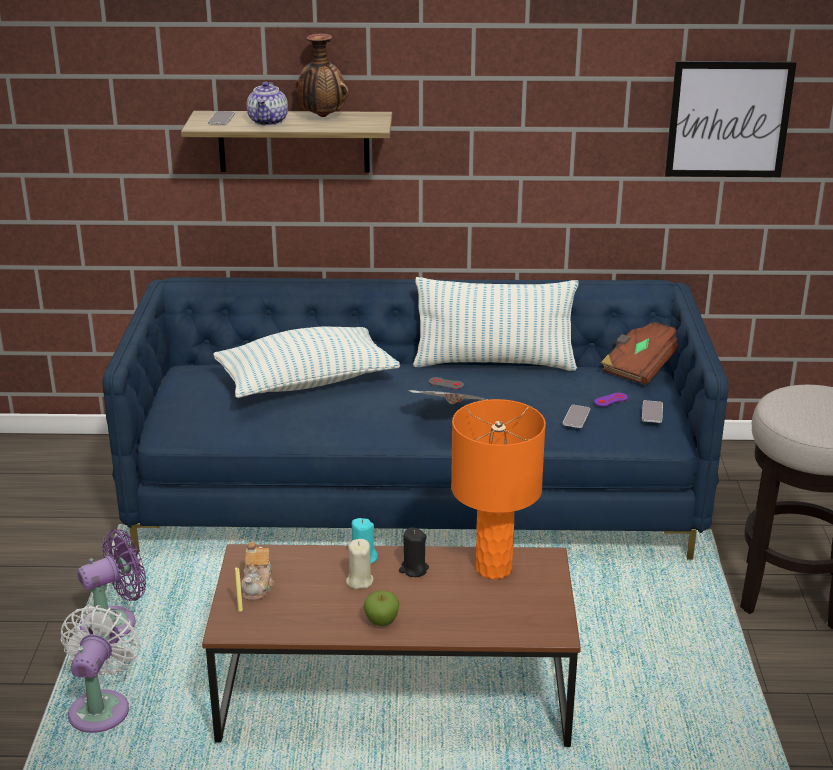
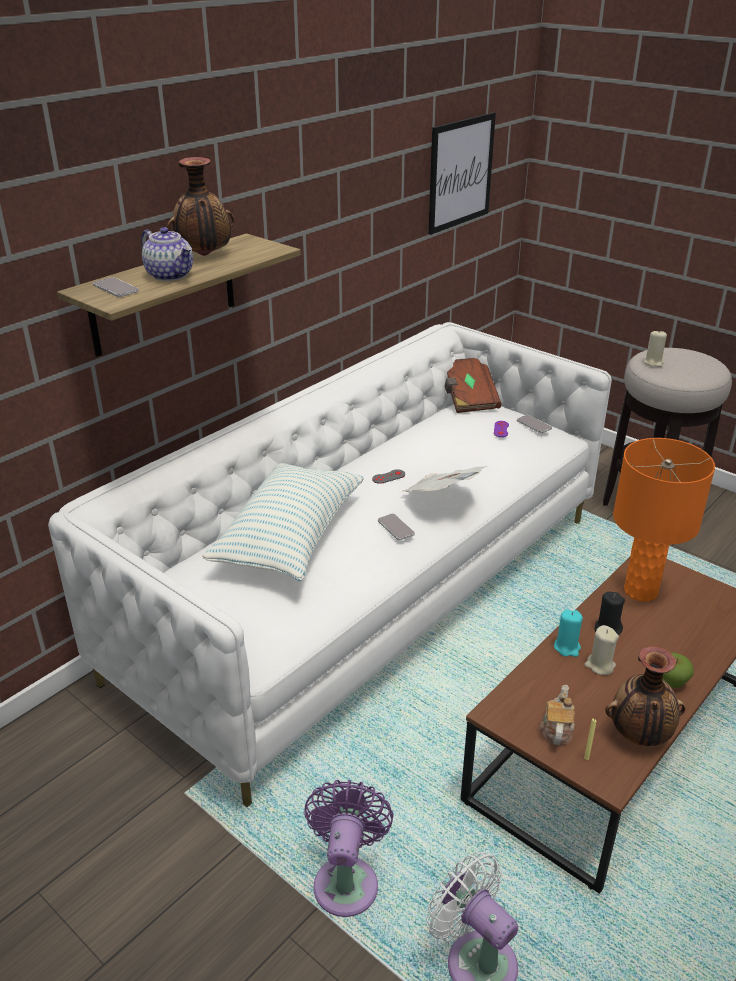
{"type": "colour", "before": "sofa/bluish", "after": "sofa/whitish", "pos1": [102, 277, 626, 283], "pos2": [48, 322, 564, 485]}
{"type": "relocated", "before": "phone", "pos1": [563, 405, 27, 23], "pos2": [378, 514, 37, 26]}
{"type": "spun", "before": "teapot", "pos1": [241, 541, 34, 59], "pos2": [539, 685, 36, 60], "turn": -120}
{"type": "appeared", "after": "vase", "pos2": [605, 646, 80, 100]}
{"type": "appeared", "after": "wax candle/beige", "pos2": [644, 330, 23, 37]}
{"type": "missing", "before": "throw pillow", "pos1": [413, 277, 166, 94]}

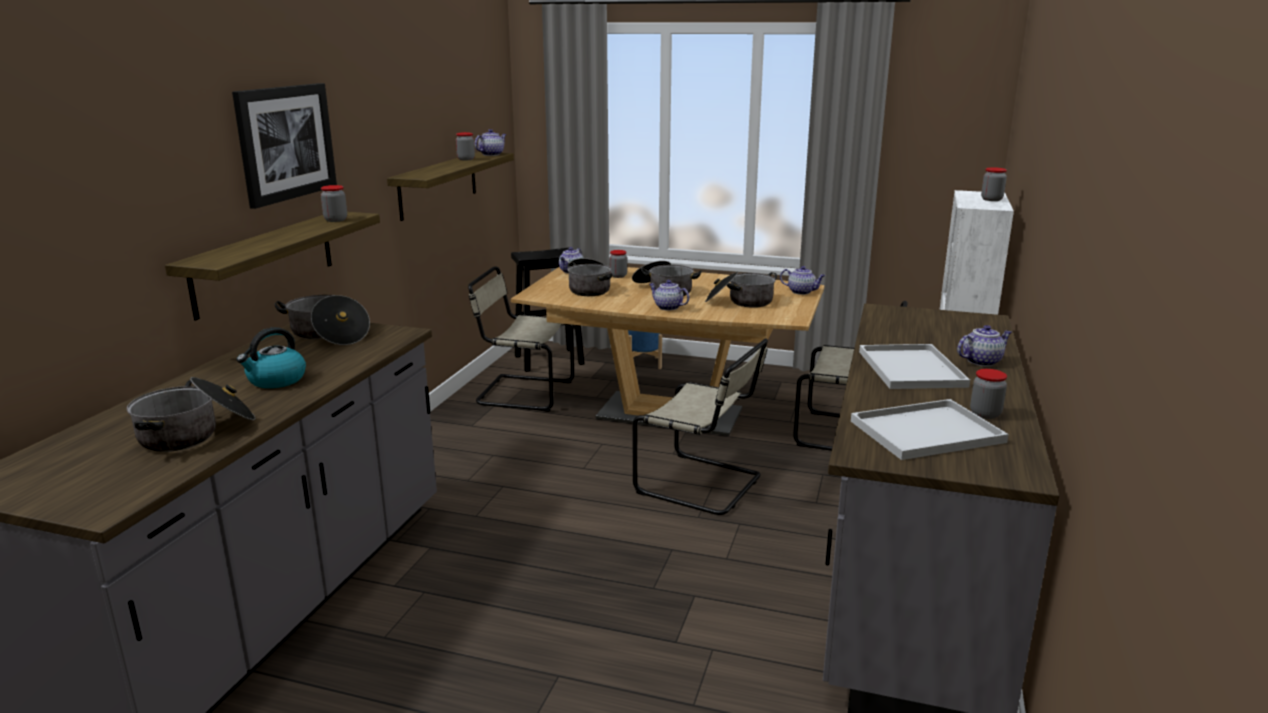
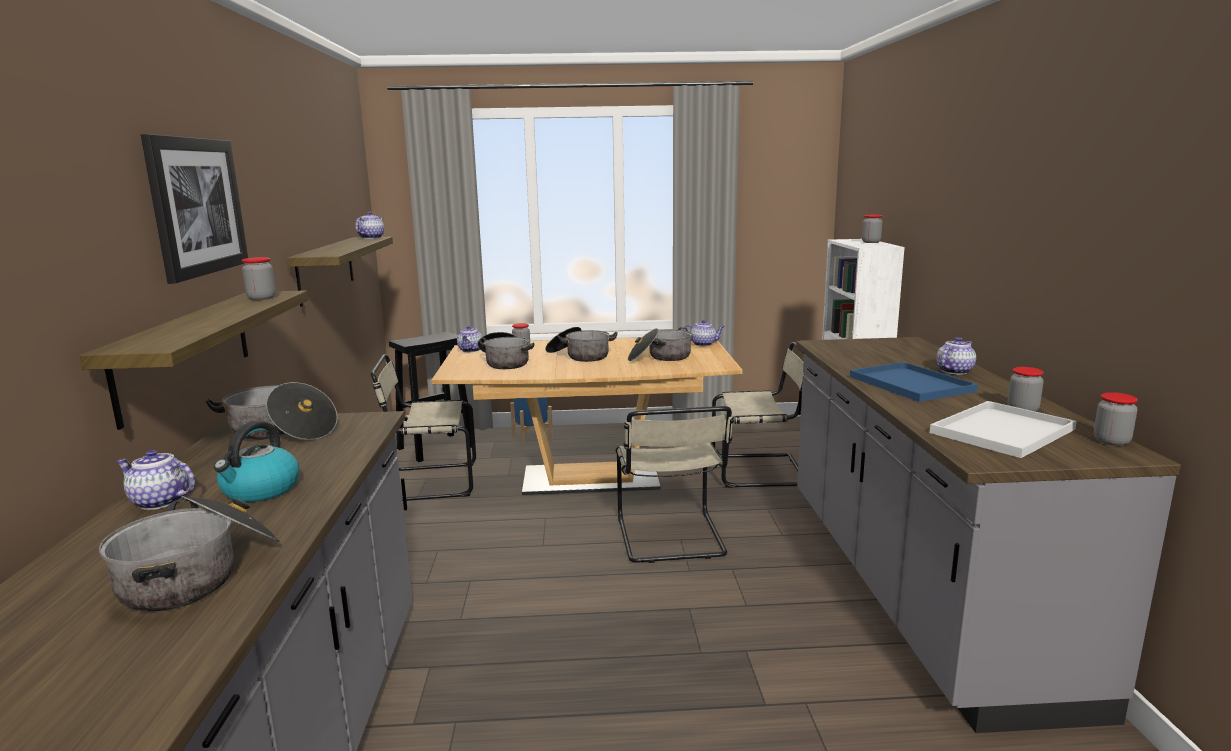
{"type": "relocated", "before": "teapot", "pos1": [649, 280, 40, 31], "pos2": [116, 450, 79, 60]}
{"type": "spun", "before": "plain chair/beige", "pos1": [633, 338, 135, 177], "pos2": [615, 406, 119, 157], "turn": 75}
{"type": "colour", "before": "carrying tray/whitish", "after": "carrying tray/bluish", "pos1": [859, 344, 111, 45], "pos2": [850, 362, 128, 40]}
{"type": "relocated", "before": "storage jar", "pos1": [456, 132, 19, 28], "pos2": [1094, 392, 44, 54]}

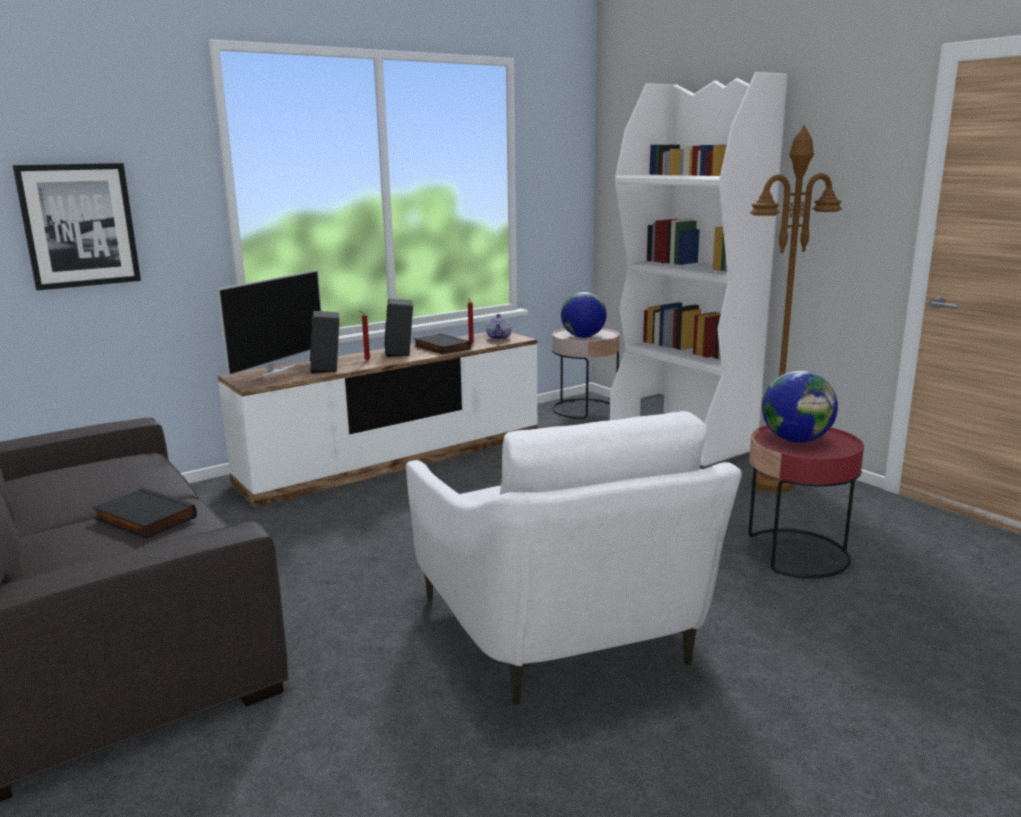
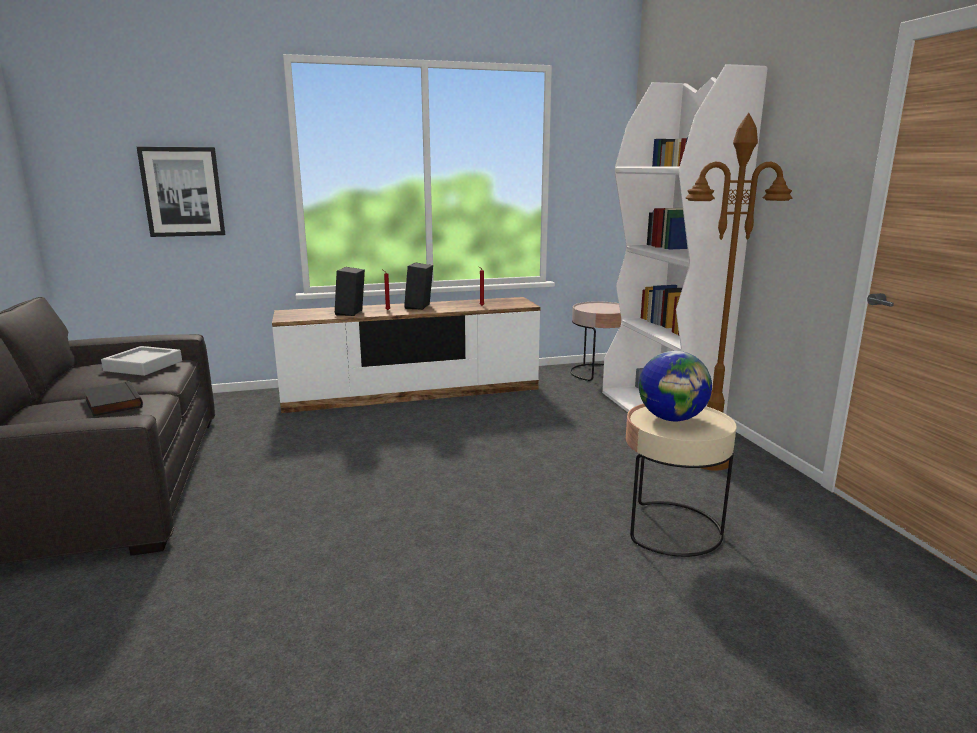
{"type": "appeared", "after": "carrying tray/gray", "pos2": [101, 346, 81, 30]}
{"type": "colour", "before": "accent table/reddish", "after": "accent table/beige", "pos1": [749, 425, 115, 153], "pos2": [626, 404, 111, 153]}
{"type": "missing", "before": "TV", "pos1": [217, 270, 105, 110]}
{"type": "missing", "before": "lounge chair/whitish", "pos1": [406, 411, 336, 294]}
{"type": "missing", "before": "bound book/black", "pos1": [413, 333, 58, 22]}
{"type": "missing", "before": "teapot", "pos1": [486, 314, 25, 26]}
{"type": "missing", "before": "world globe", "pos1": [561, 292, 46, 46]}

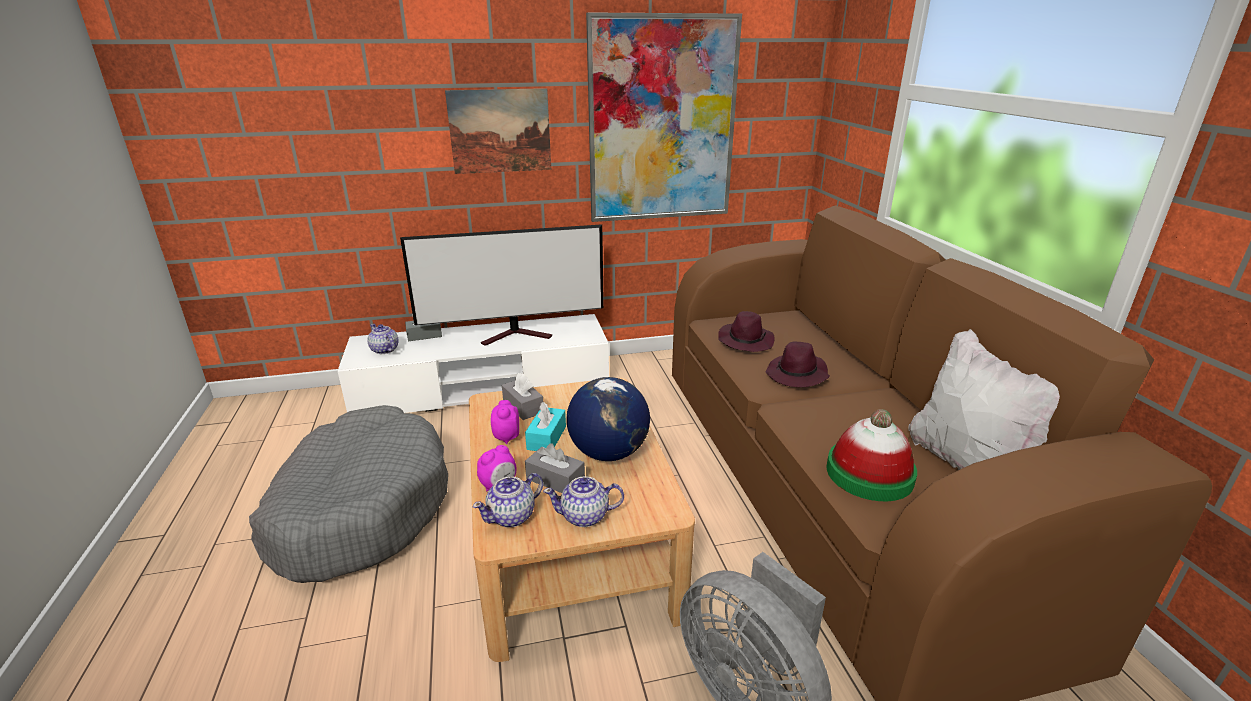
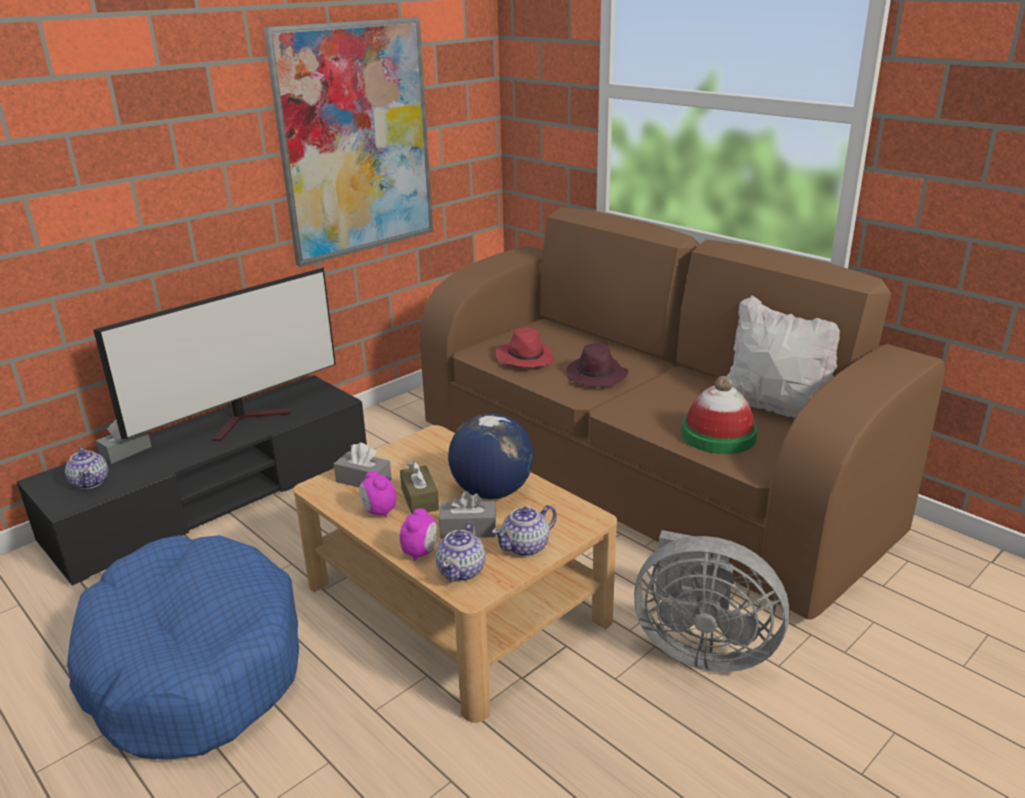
{"type": "colour", "before": "tv stand/whitish", "after": "tv stand/black", "pos1": [338, 314, 271, 99], "pos2": [17, 375, 350, 211]}
{"type": "spun", "before": "teapot", "pos1": [367, 324, 31, 30], "pos2": [65, 446, 43, 43], "turn": -135}
{"type": "colour", "before": "dog bed/gray", "after": "dog bed/bluish", "pos1": [249, 405, 199, 178], "pos2": [67, 535, 232, 225]}
{"type": "colour", "before": "tissue box/turquoise-coloured", "after": "tissue box/brownish", "pos1": [525, 402, 41, 49], "pos2": [400, 461, 39, 53]}
{"type": "colour", "before": "wearable hat/purplish", "after": "wearable hat/reddish", "pos1": [718, 311, 57, 41], "pos2": [496, 327, 58, 40]}
{"type": "missing", "before": "wall picture", "pos1": [445, 88, 106, 86]}

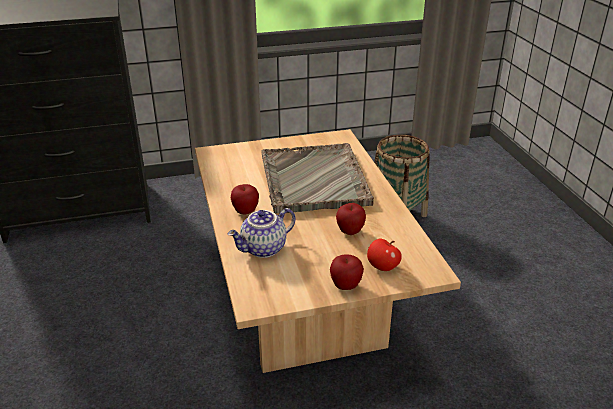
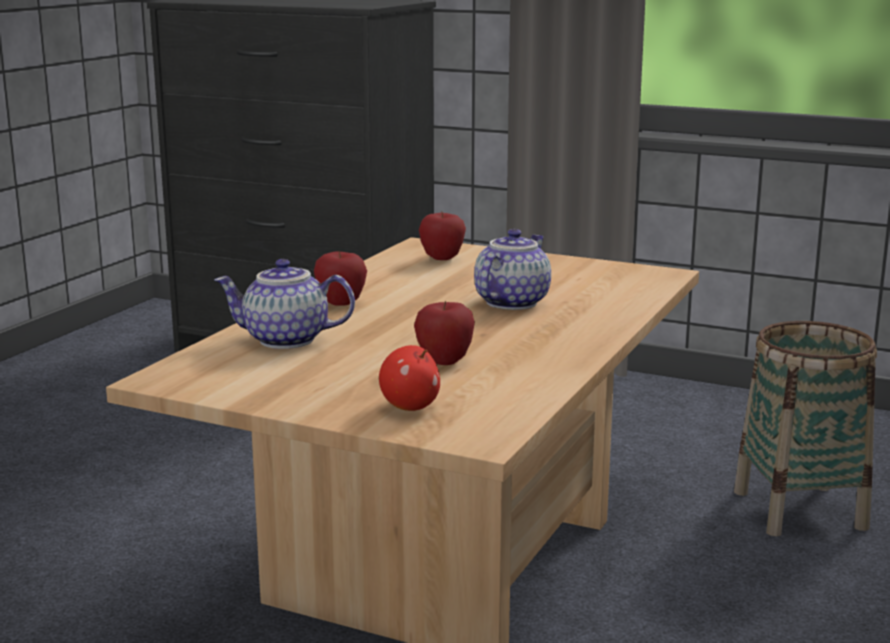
{"type": "relocated", "before": "apple fruit", "pos1": [330, 255, 34, 35], "pos2": [419, 213, 47, 47]}
{"type": "exchanged", "before": "carrying tray/gray", "after": "teapot", "pos1": [261, 143, 113, 70], "pos2": [474, 229, 77, 81]}

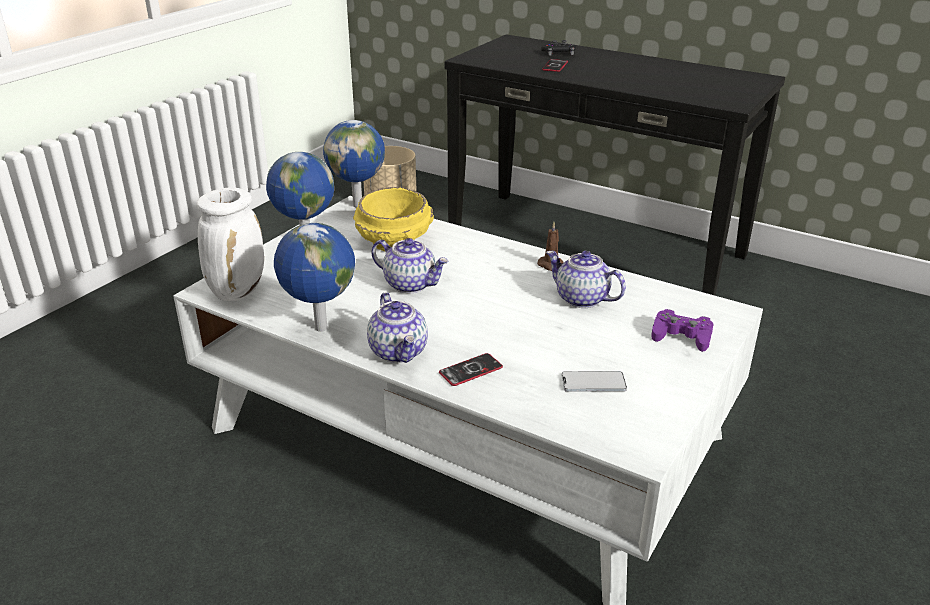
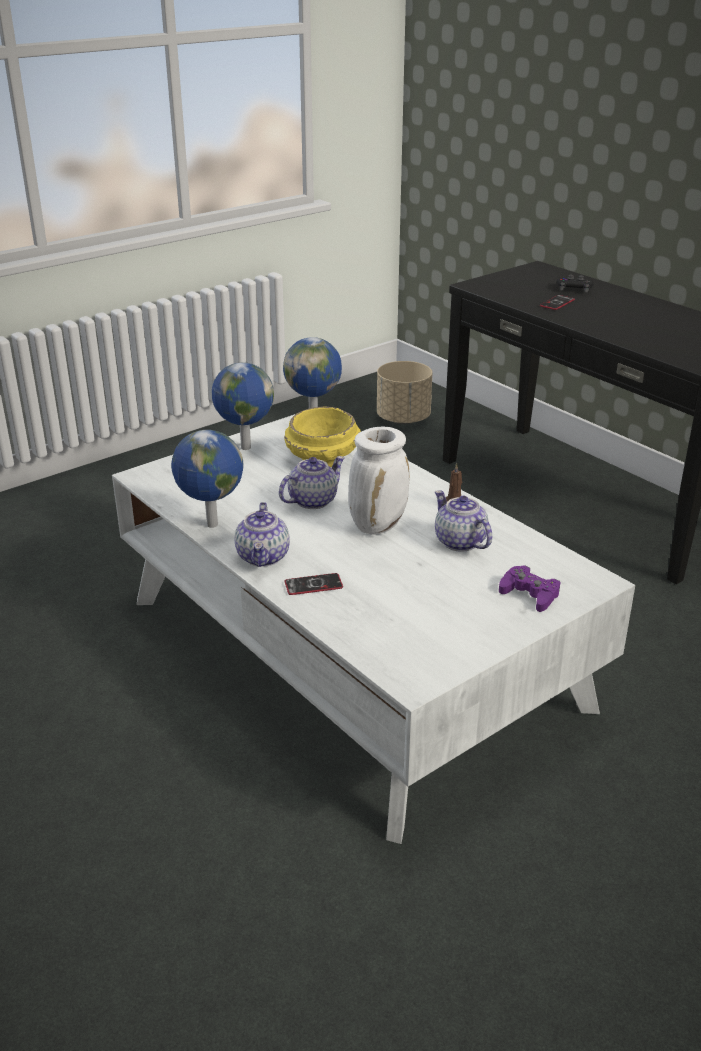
{"type": "spun", "before": "teapot", "pos1": [371, 238, 78, 55], "pos2": [279, 456, 66, 53], "turn": -90}
{"type": "relocated", "before": "vase/whitish", "pos1": [197, 187, 67, 114], "pos2": [348, 427, 61, 108]}
{"type": "missing", "before": "phone", "pos1": [562, 371, 65, 21]}

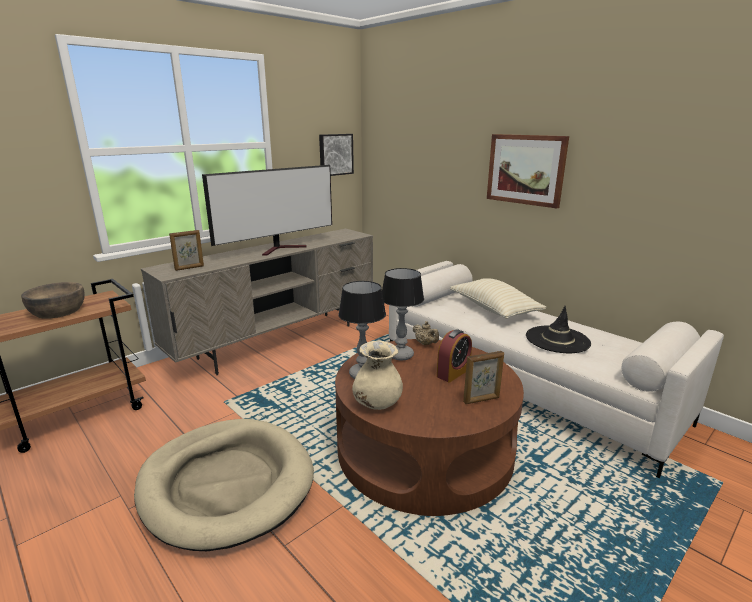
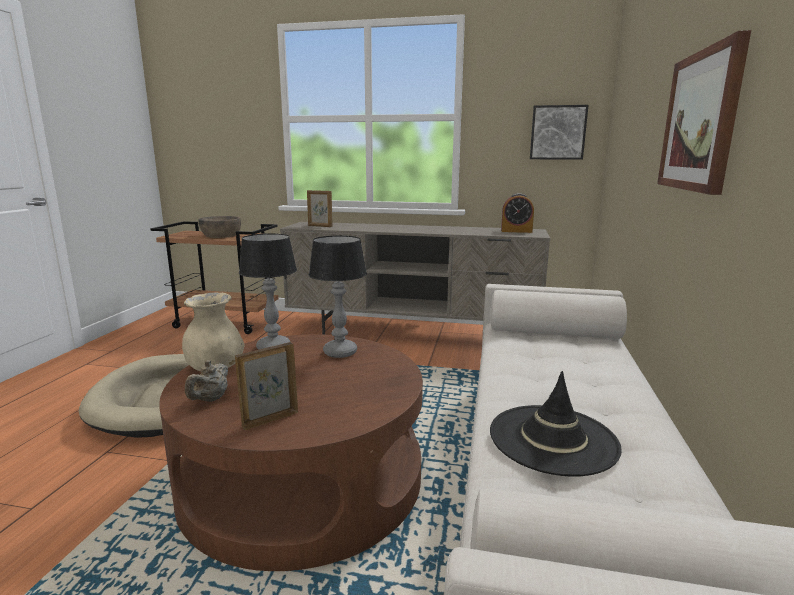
{"type": "relocated", "before": "teapot/beige", "pos1": [412, 321, 27, 24], "pos2": [185, 360, 43, 42]}
{"type": "spun", "before": "photo frame", "pos1": [463, 351, 41, 53], "pos2": [235, 342, 63, 88], "turn": 105}
{"type": "relocated", "before": "bedside clock", "pos1": [437, 329, 35, 54], "pos2": [501, 193, 33, 40]}
{"type": "missing", "before": "TV", "pos1": [202, 165, 130, 90]}
{"type": "missing", "before": "throw pillow/beige", "pos1": [450, 278, 96, 41]}

